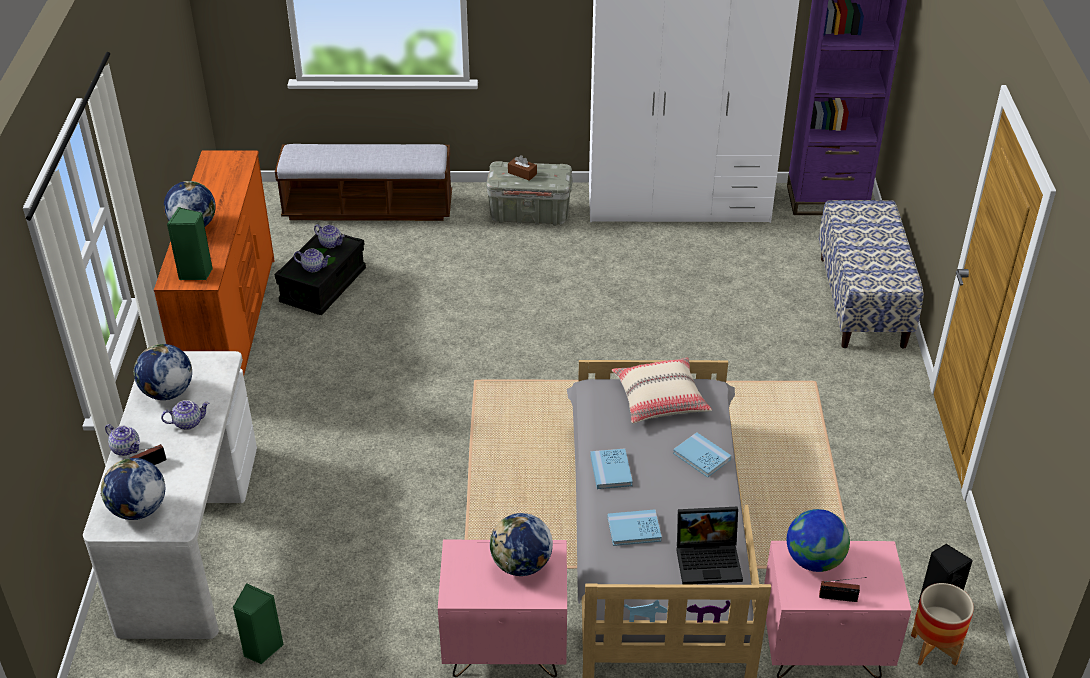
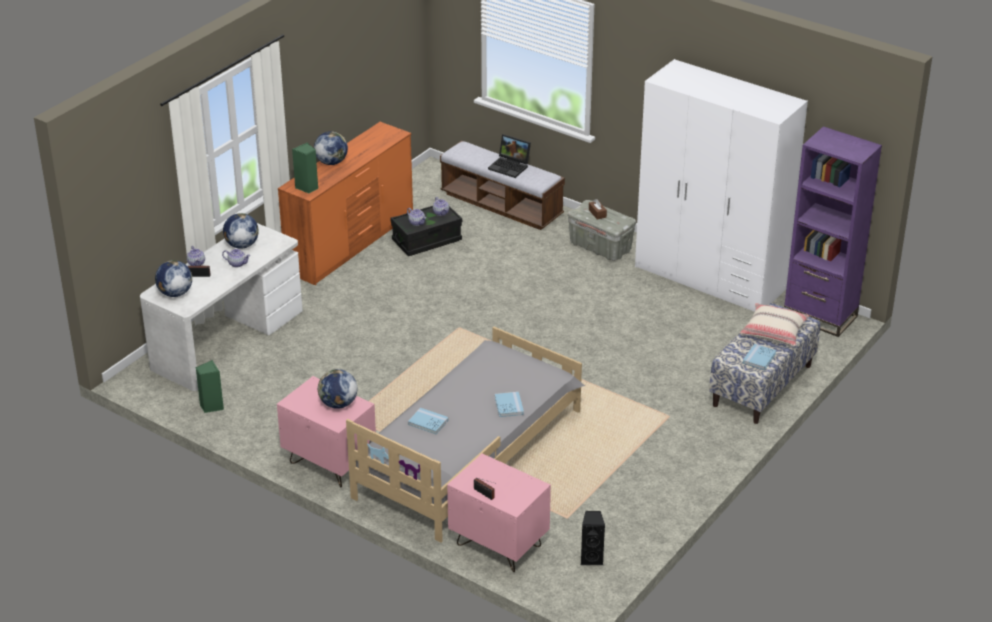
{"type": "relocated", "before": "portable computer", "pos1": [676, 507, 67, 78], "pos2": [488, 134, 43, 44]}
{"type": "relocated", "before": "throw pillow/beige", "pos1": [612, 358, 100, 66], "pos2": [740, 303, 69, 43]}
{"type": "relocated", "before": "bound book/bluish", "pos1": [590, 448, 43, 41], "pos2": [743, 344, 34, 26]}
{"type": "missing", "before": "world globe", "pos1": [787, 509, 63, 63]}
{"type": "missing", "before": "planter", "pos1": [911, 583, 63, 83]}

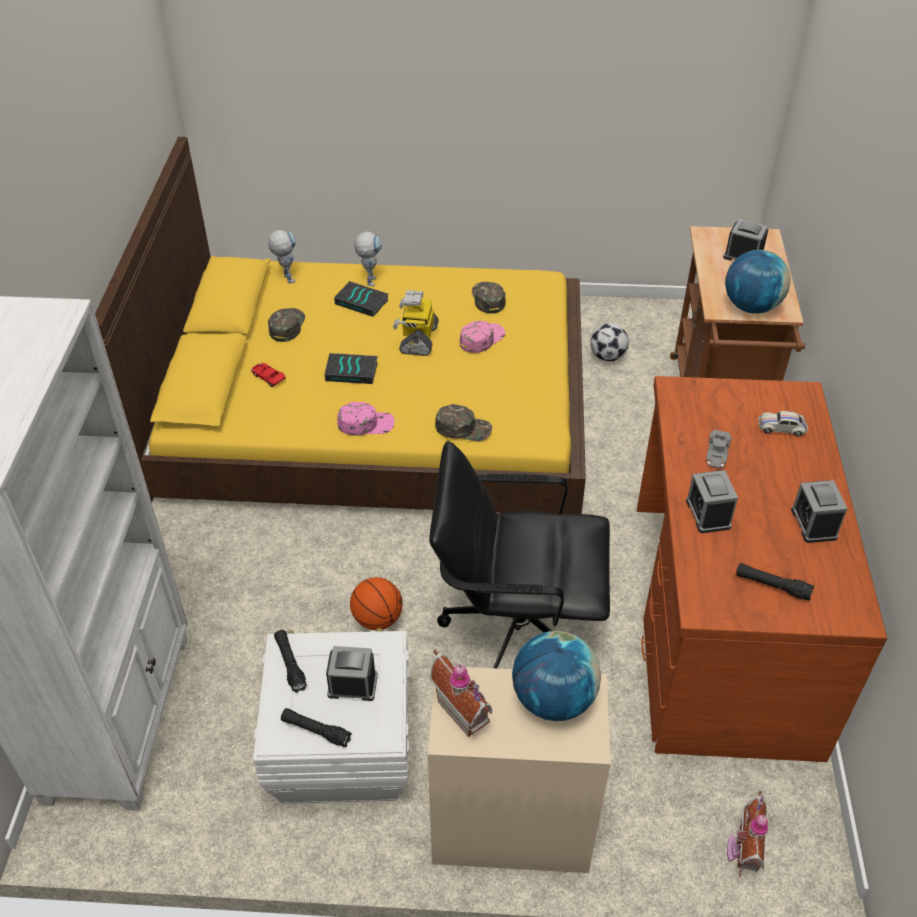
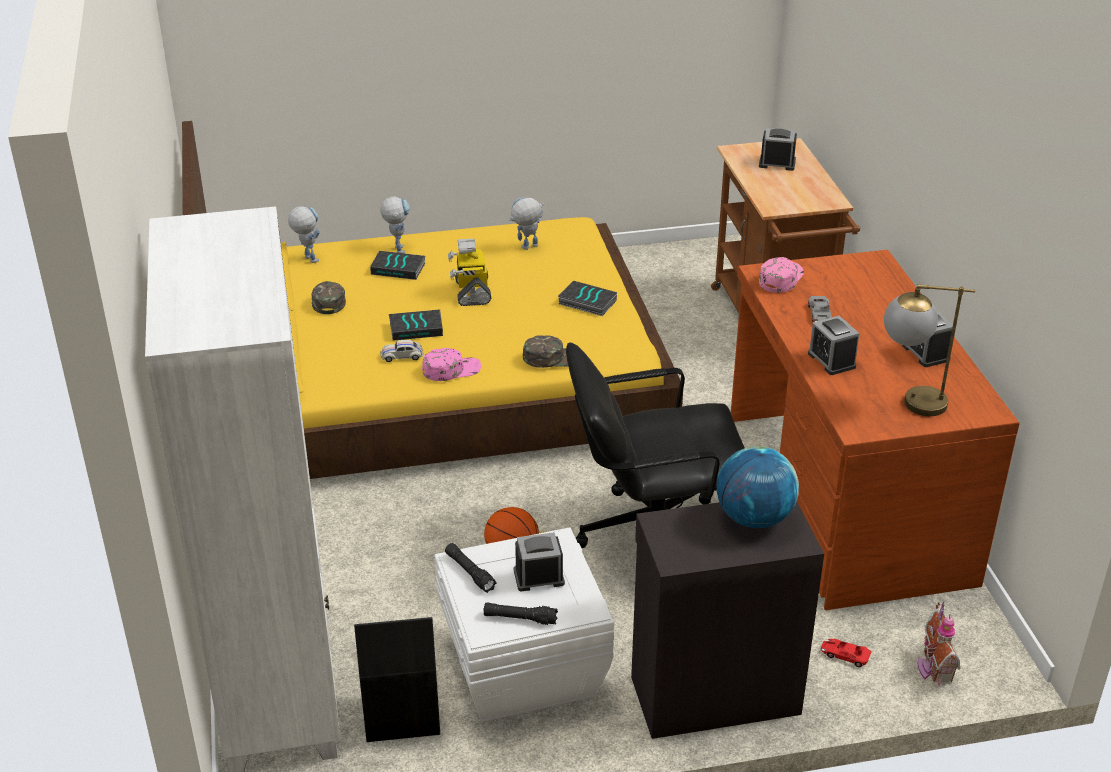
{"type": "appeared", "after": "storage box/black", "pos2": [354, 617, 86, 125]}
{"type": "relocated", "before": "toy car/whitish", "pos1": [758, 411, 50, 26], "pos2": [380, 340, 44, 22]}
{"type": "exchanged", "before": "peaked cap/greenish", "after": "robot figure", "pos1": [472, 282, 34, 32], "pos2": [509, 197, 35, 53]}
{"type": "appeared", "after": "bound book", "pos2": [558, 281, 59, 35]}
{"type": "colour", "before": "cupboard/beige", "after": "cupboard/black", "pos1": [428, 666, 183, 207], "pos2": [631, 502, 193, 237]}
{"type": "relocated", "before": "peaked cap/pink-coloured", "pos1": [460, 321, 45, 32], "pos2": [759, 257, 45, 36]}
{"type": "relocated", "before": "toy car/reddish", "pos1": [251, 363, 35, 24], "pos2": [821, 639, 51, 28]}
{"type": "exchanged", "before": "hand torch/black", "after": "table lamp", "pos1": [736, 563, 78, 38], "pos2": [884, 284, 91, 132]}
{"type": "missing", "before": "model house", "pos1": [430, 650, 62, 87]}
{"type": "missing", "before": "football", "pos1": [590, 323, 39, 39]}
{"type": "missing", "before": "world globe", "pos1": [725, 250, 66, 64]}

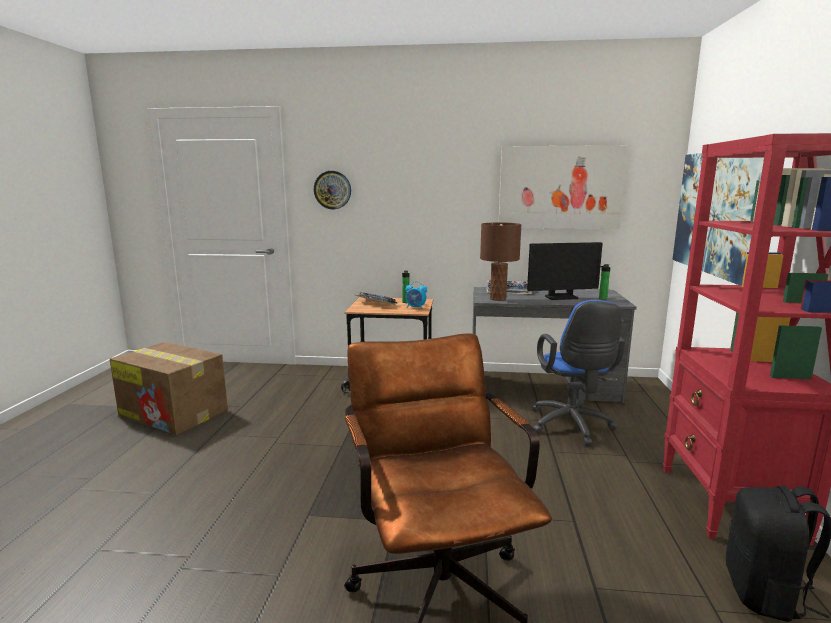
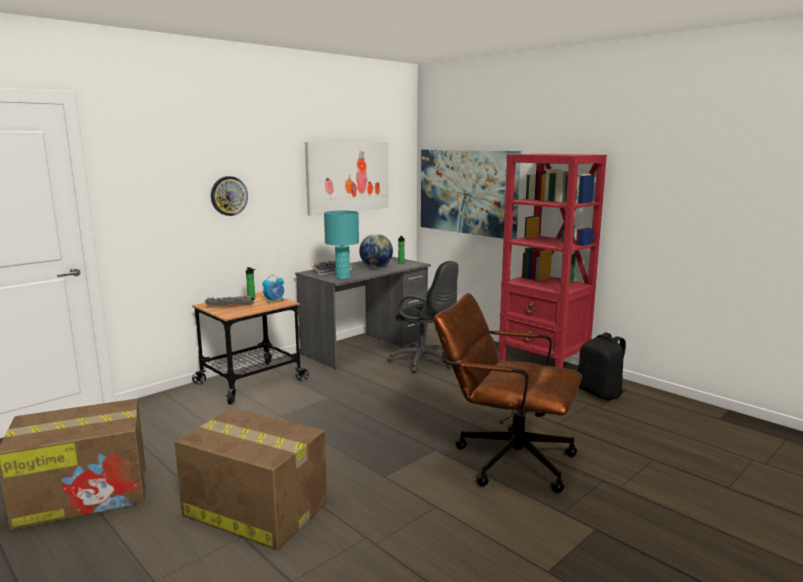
{"type": "appeared", "after": "carton", "pos2": [174, 408, 153, 142]}
{"type": "relocated", "before": "wall clock", "pos1": [314, 171, 37, 38], "pos2": [211, 176, 37, 40]}
{"type": "colour", "before": "table lamp/brownish", "after": "table lamp/turquoise-coloured", "pos1": [480, 222, 42, 79], "pos2": [324, 210, 35, 69]}
{"type": "exchanged", "before": "monitor", "after": "world globe", "pos1": [527, 242, 76, 58], "pos2": [359, 234, 34, 34]}
{"type": "colour", "before": "office chair/bluish", "after": "office chair/black", "pos1": [532, 300, 93, 146], "pos2": [387, 261, 71, 112]}

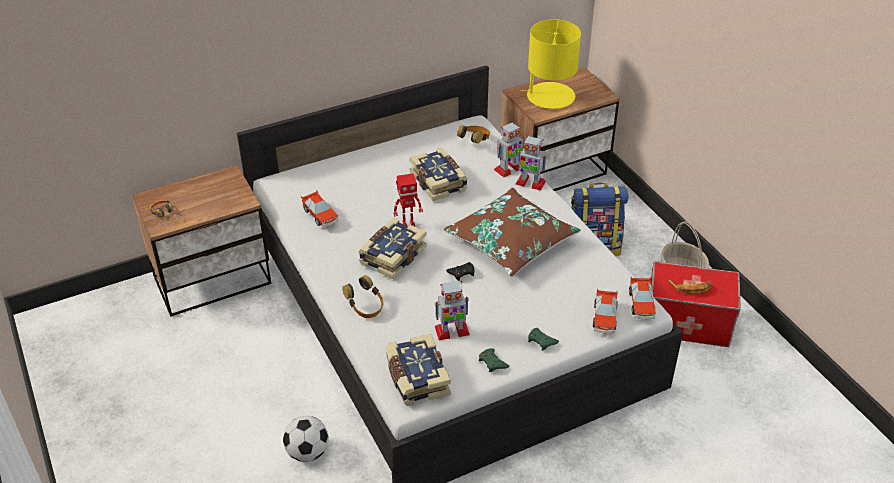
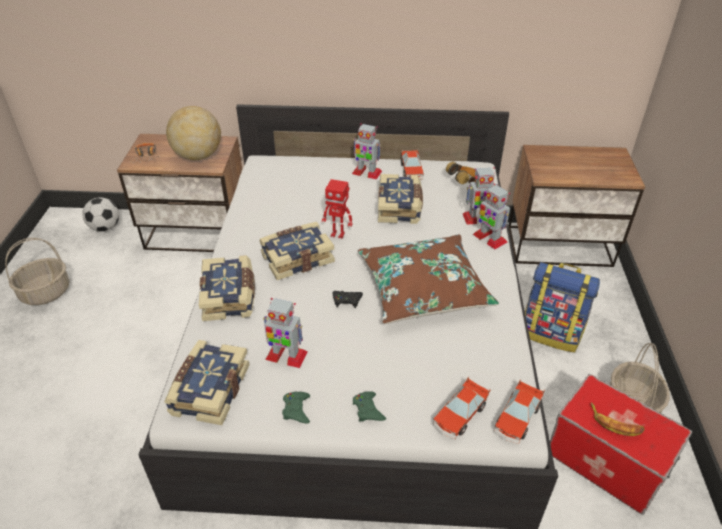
{"type": "appeared", "after": "household basket", "pos2": [5, 238, 65, 67]}
{"type": "relocated", "before": "football", "pos1": [283, 416, 46, 46], "pos2": [82, 197, 37, 35]}
{"type": "appeared", "after": "world globe", "pos2": [166, 106, 55, 54]}
{"type": "exchanged", "before": "headset", "after": "bound book", "pos1": [342, 275, 41, 43], "pos2": [199, 255, 56, 66]}
{"type": "appeared", "after": "robot figure", "pos2": [352, 123, 30, 57]}
{"type": "relocated", "before": "toy car", "pos1": [301, 190, 38, 38], "pos2": [401, 150, 23, 30]}
{"type": "missing", "before": "table lamp/yellowish", "pos1": [521, 19, 60, 90]}

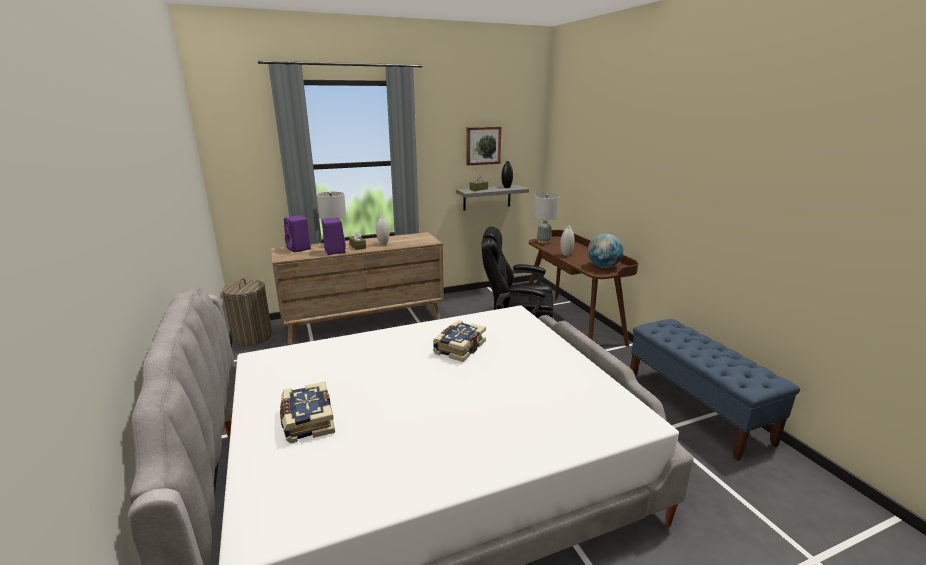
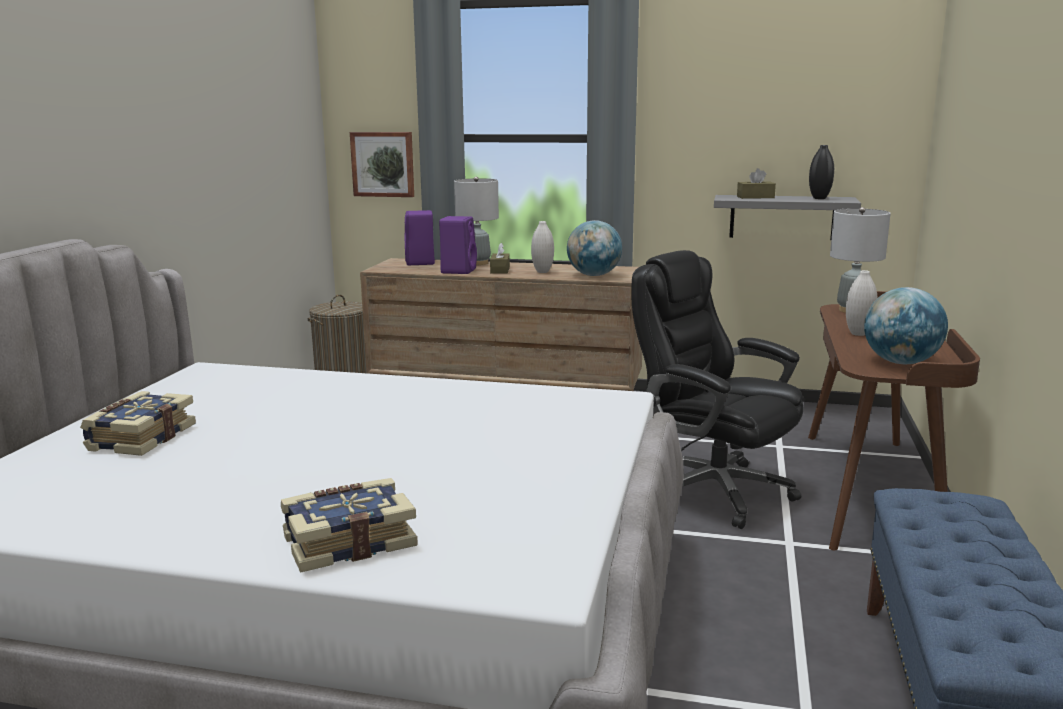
{"type": "relocated", "before": "bound book", "pos1": [433, 320, 53, 42], "pos2": [281, 478, 137, 94]}
{"type": "relocated", "before": "wall picture", "pos1": [466, 126, 35, 39], "pos2": [350, 132, 64, 65]}
{"type": "appeared", "after": "world globe", "pos2": [567, 220, 55, 56]}

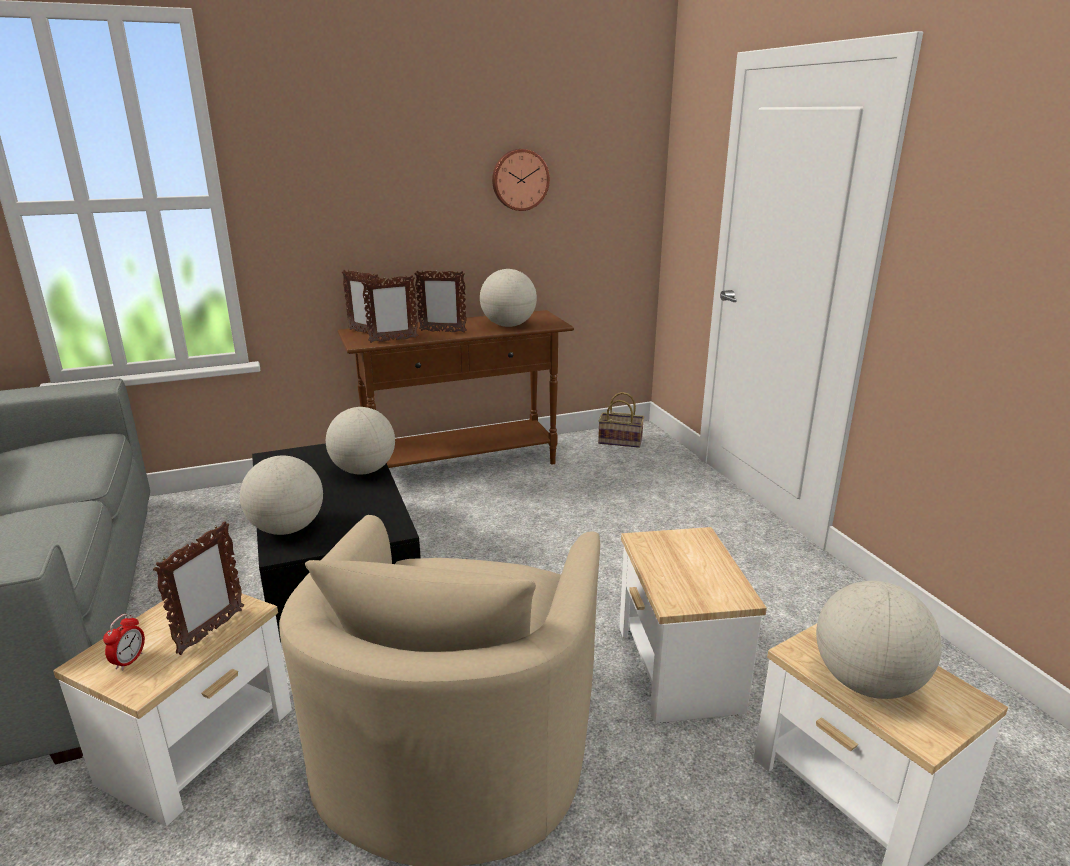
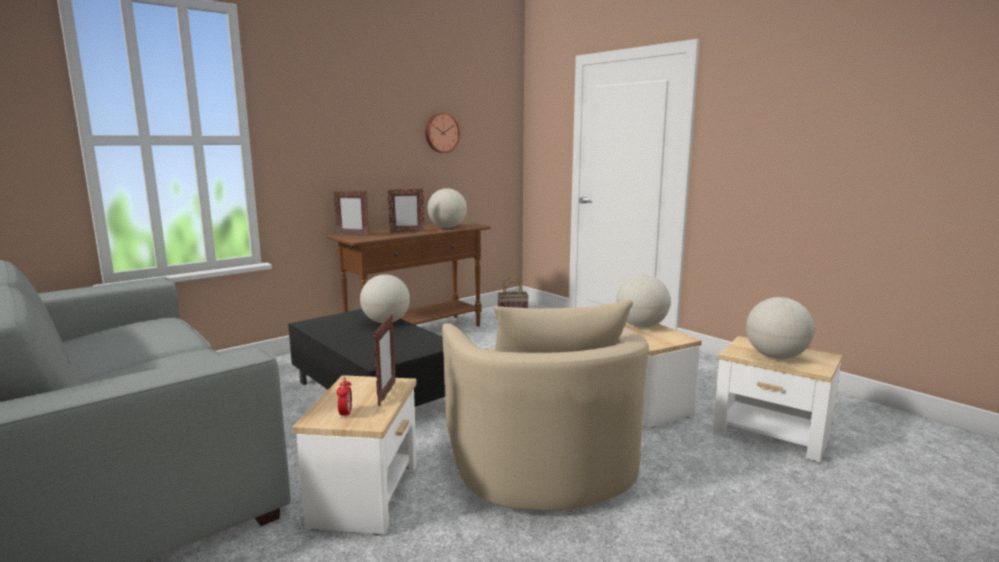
{"type": "relocated", "before": "world globe", "pos1": [240, 456, 83, 79], "pos2": [616, 275, 55, 53]}
{"type": "missing", "before": "photo frame", "pos1": [361, 275, 57, 68]}

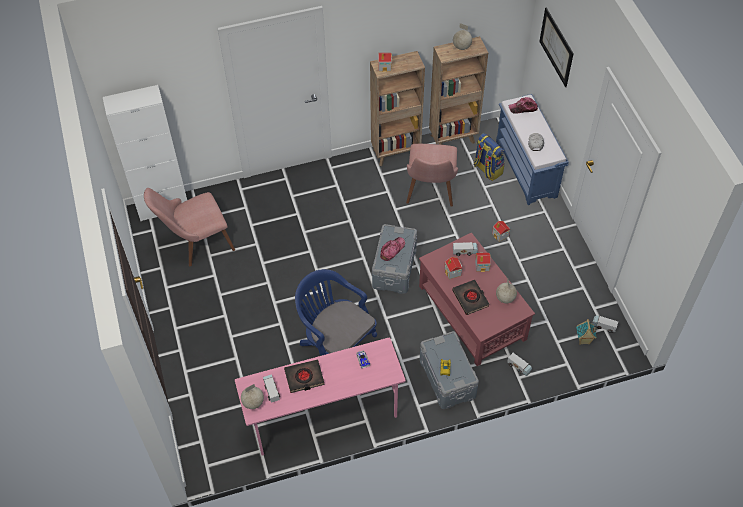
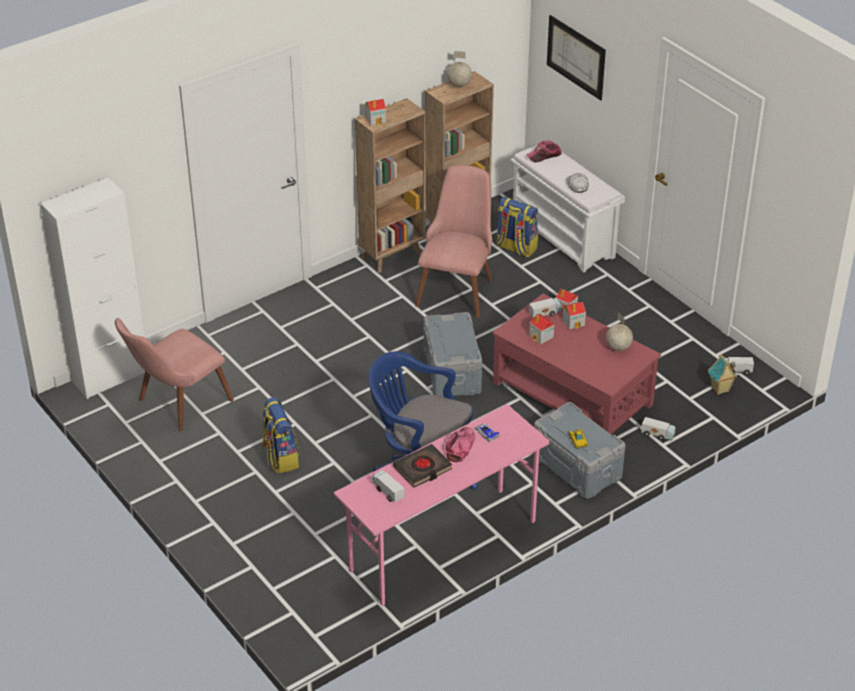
{"type": "appeared", "after": "knapsack", "pos2": [261, 397, 39, 76]}
{"type": "spun", "before": "plain chair/pink-coloured", "pos1": [406, 144, 52, 63], "pos2": [415, 165, 78, 153], "turn": -150}
{"type": "relocated", "before": "peaked cap", "pos1": [380, 237, 25, 24], "pos2": [446, 427, 29, 35]}
{"type": "colour", "before": "long seat/bluish", "after": "long seat/whitish", "pos1": [496, 94, 73, 111], "pos2": [510, 145, 115, 128]}
{"type": "missing", "before": "world globe", "pos1": [241, 384, 23, 25]}
{"type": "missing", "before": "bound book/black", "pos1": [452, 280, 37, 35]}

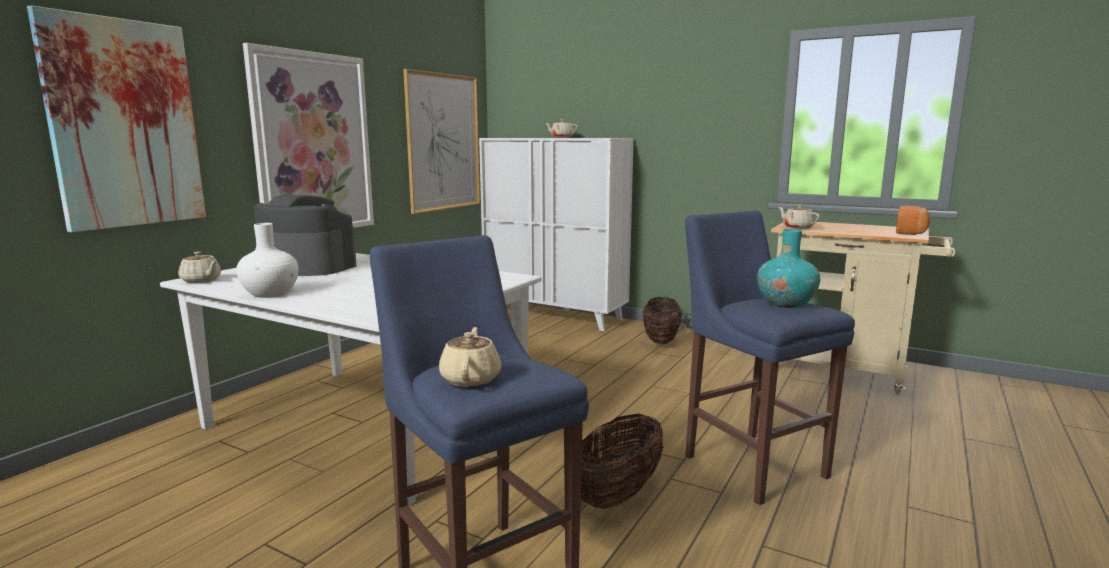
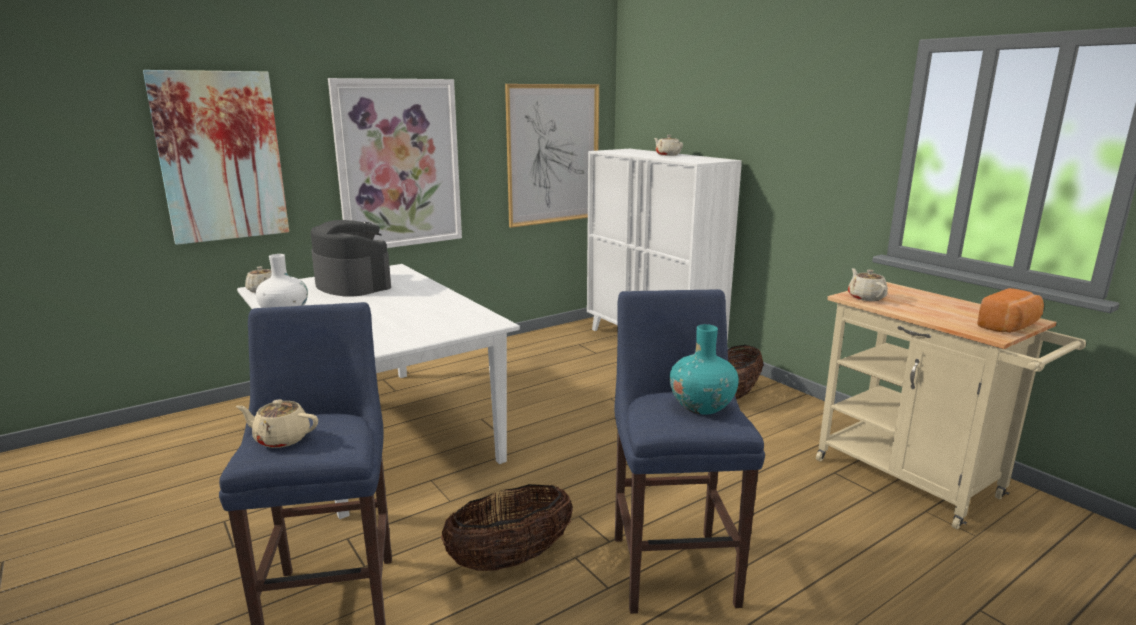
{"type": "spun", "before": "teapot/beige", "pos1": [439, 327, 62, 60], "pos2": [236, 399, 82, 49], "turn": -105}

